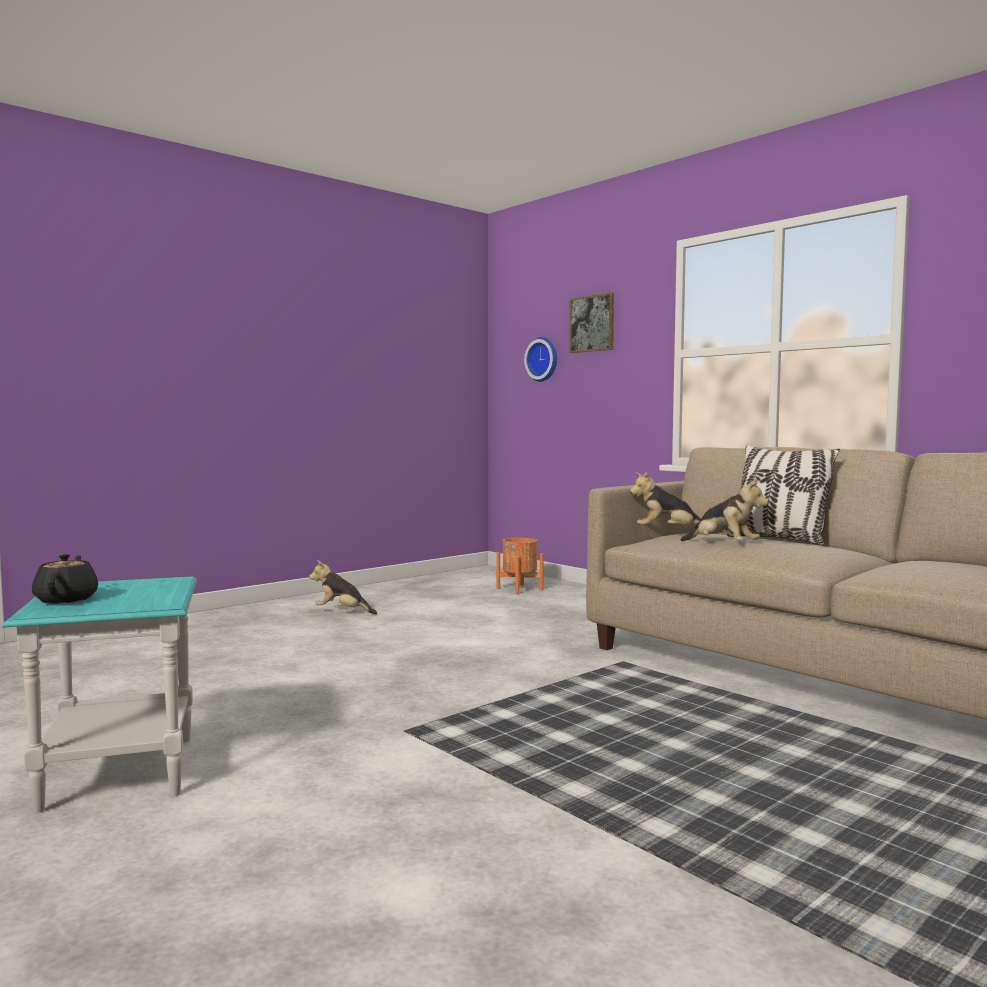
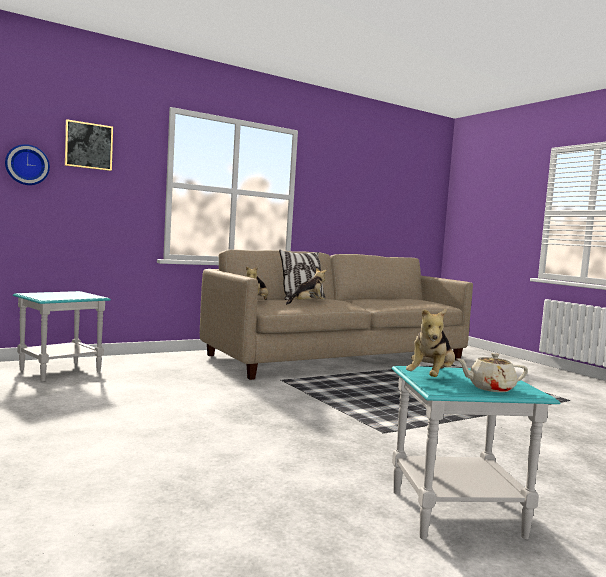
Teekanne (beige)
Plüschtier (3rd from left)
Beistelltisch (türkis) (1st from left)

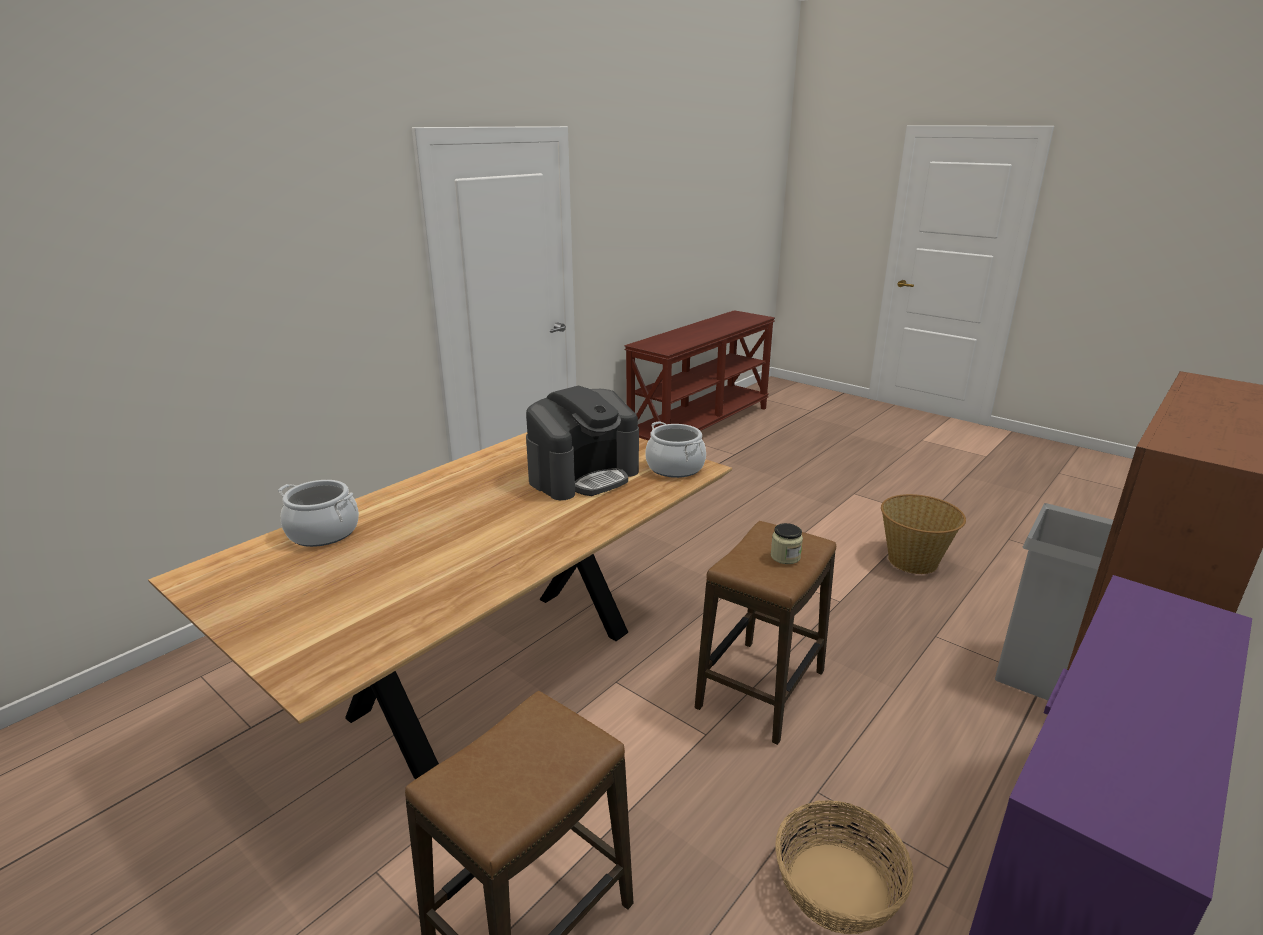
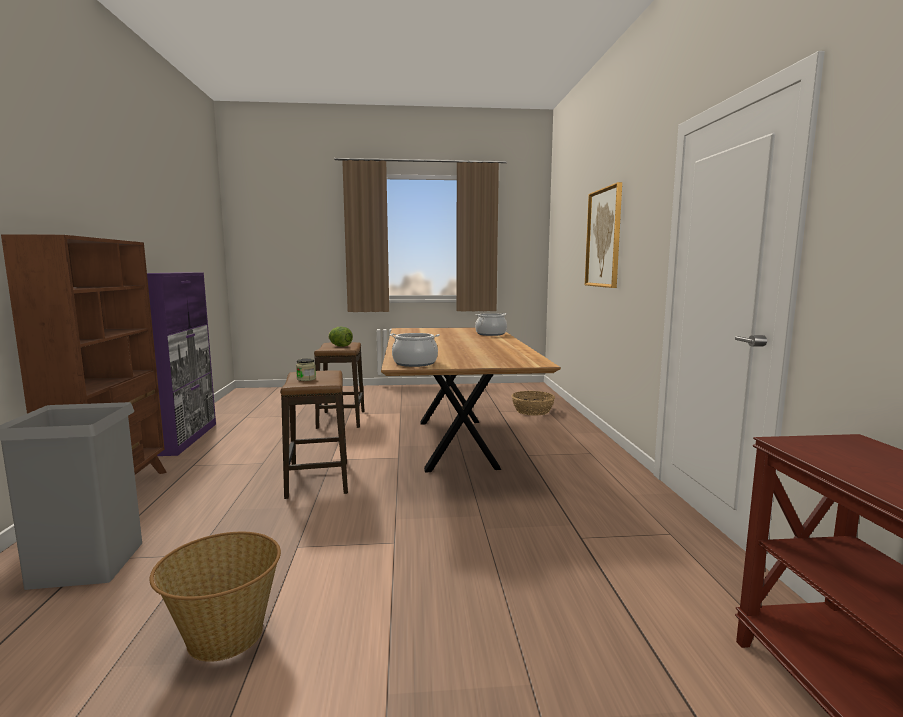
Kaffeemaschine
Korb (2nd from left)
Salatkopf
Bild

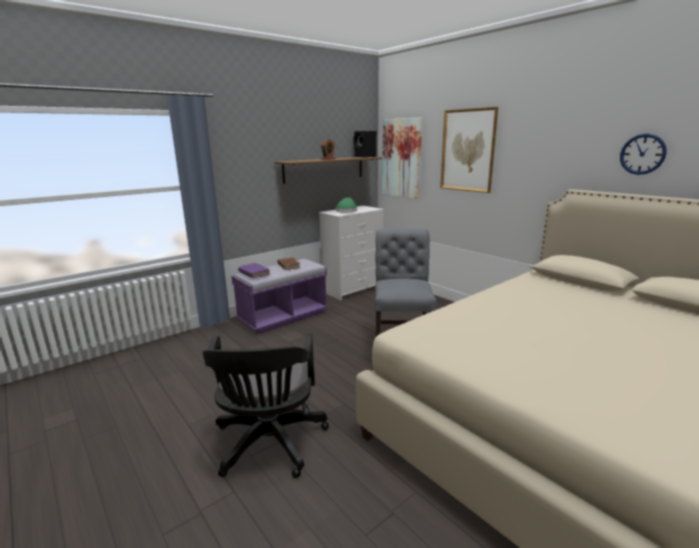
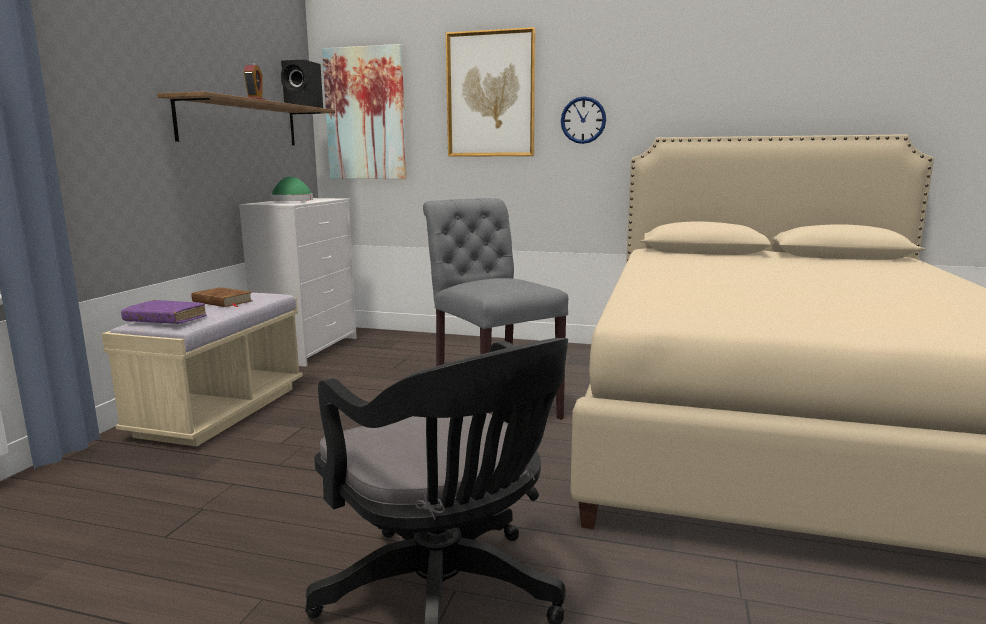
Bank (beige)
Wanduhr

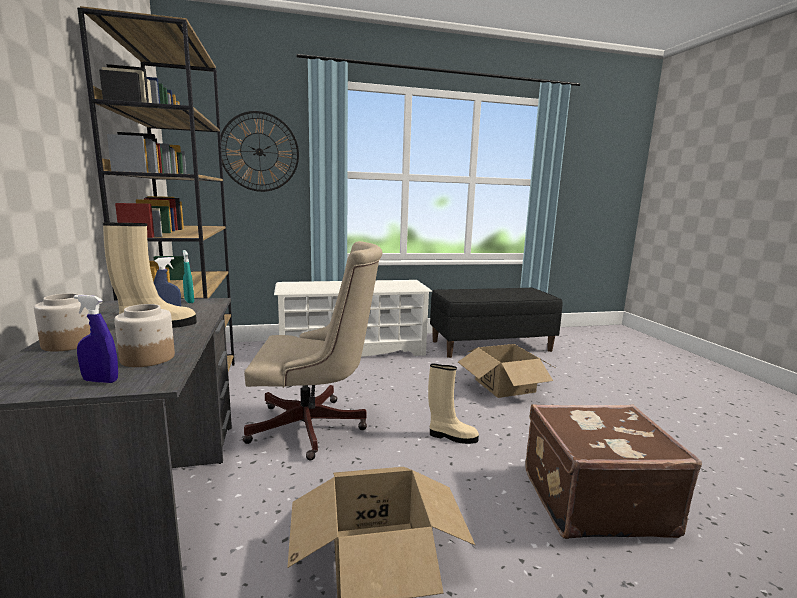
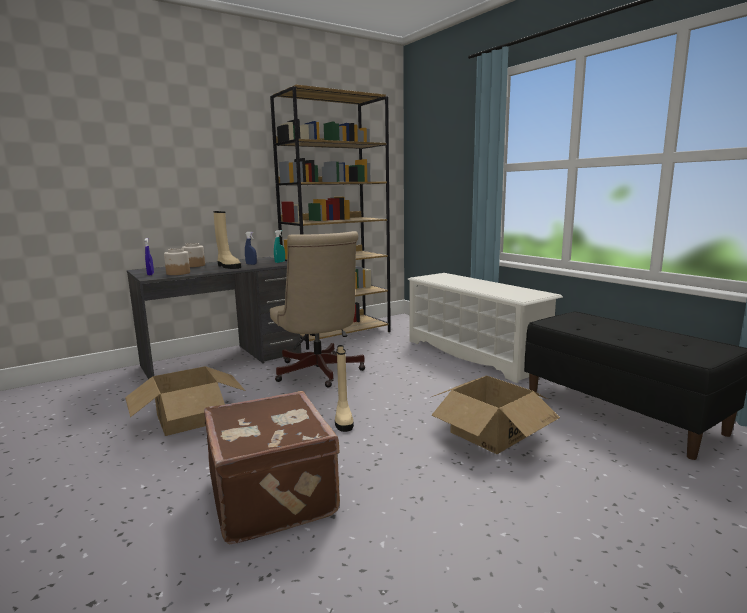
Wanduhr

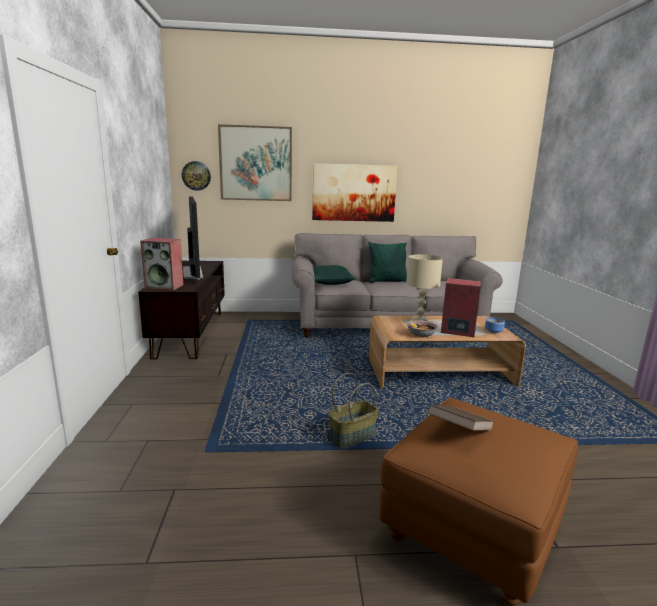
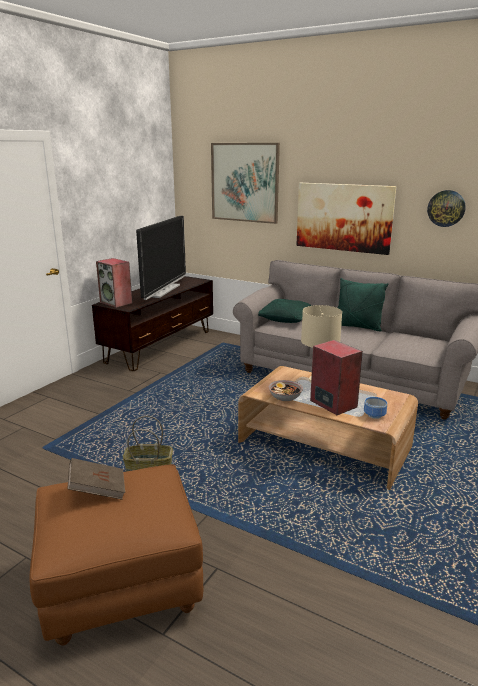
Wanduhr

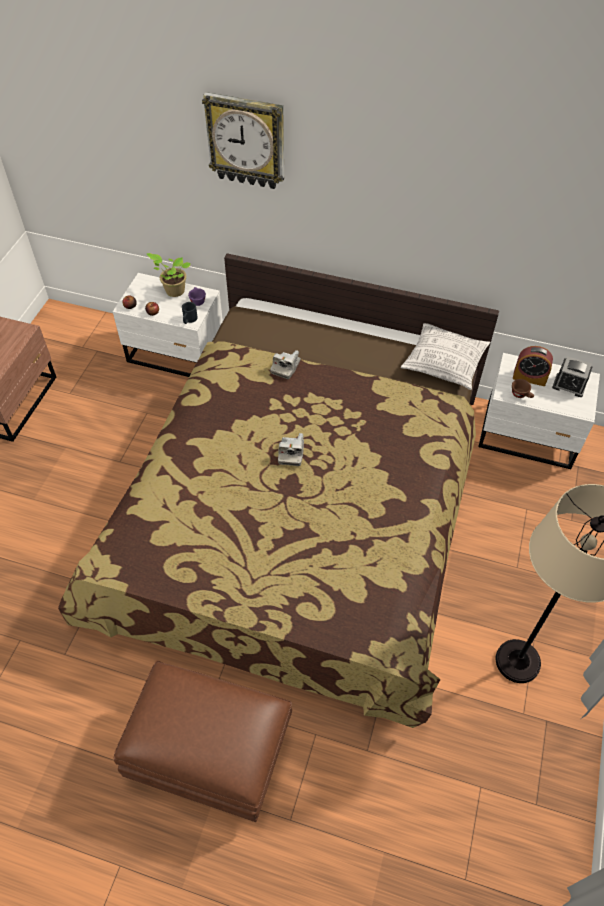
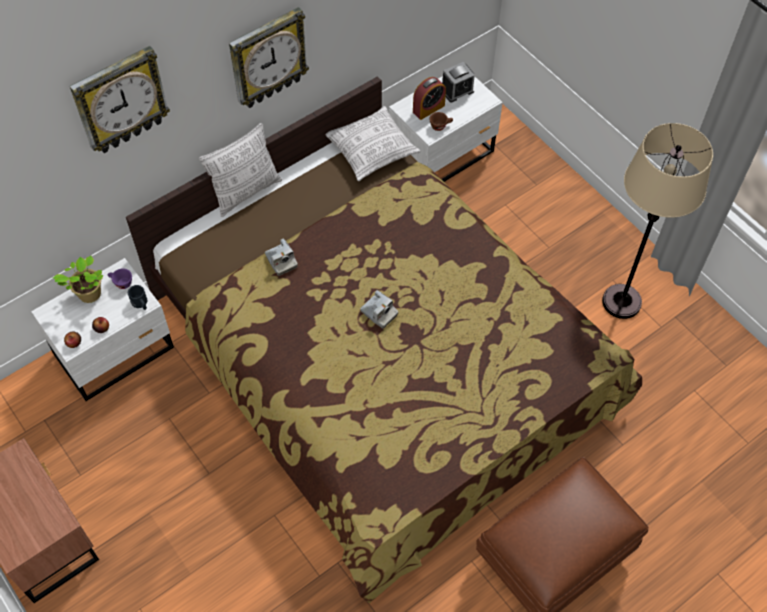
Kissen (1st from left)
Wanduhr (2nd from left)

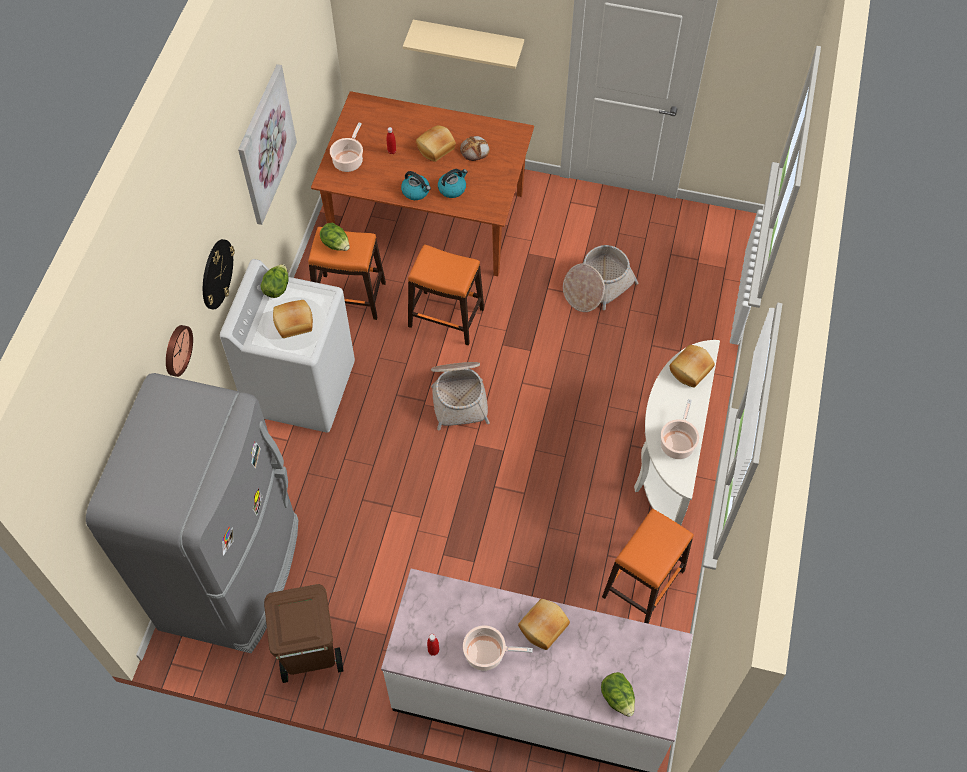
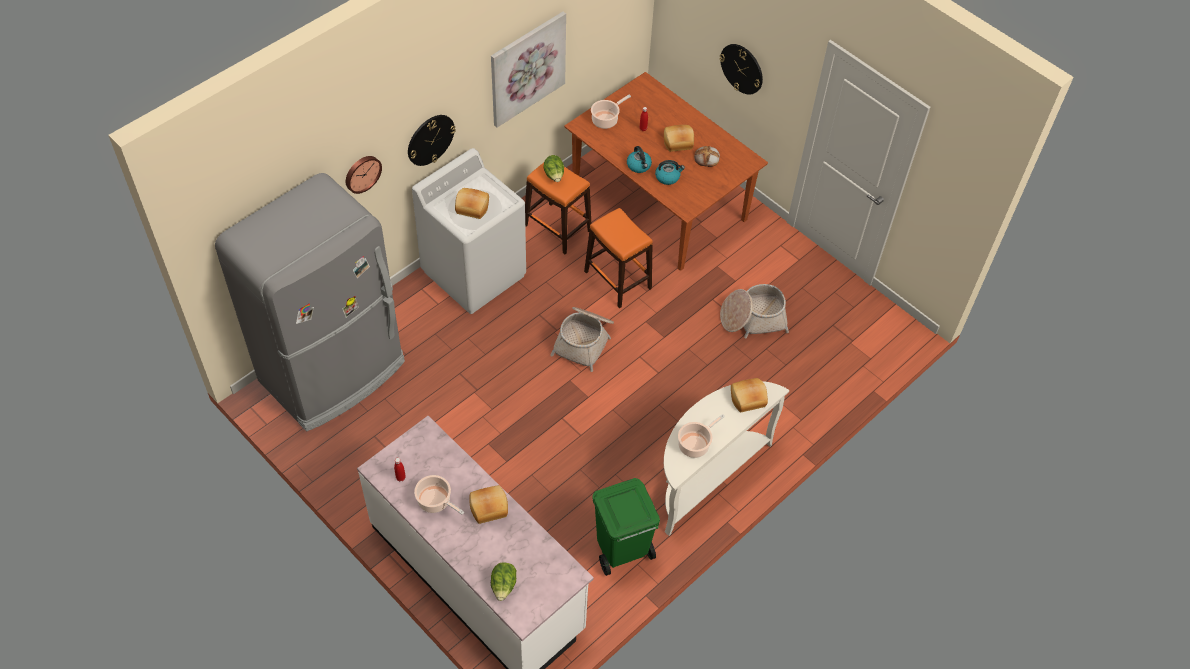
Salatkopf (1st from left in the first image)
Mülleimer (braun)
Wanduhr (3rd from left)
Mülleimer (grün)

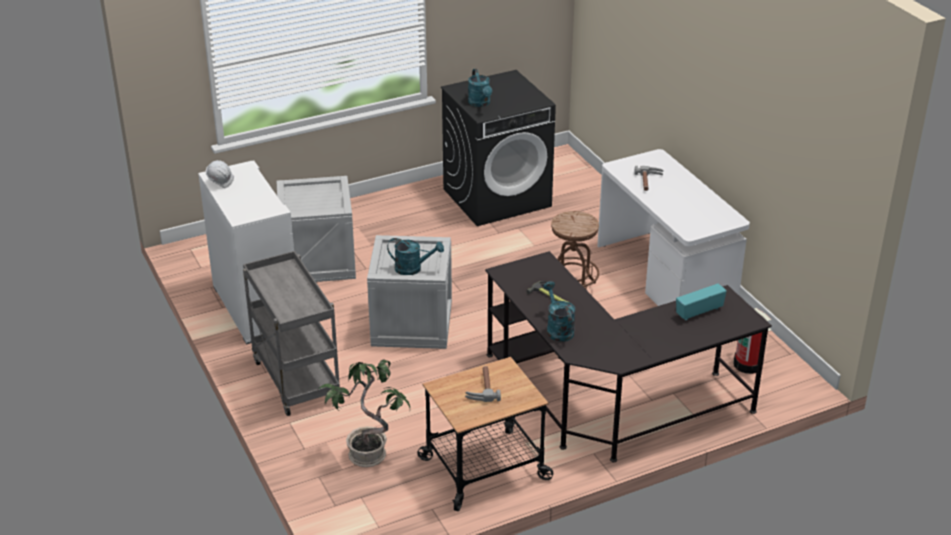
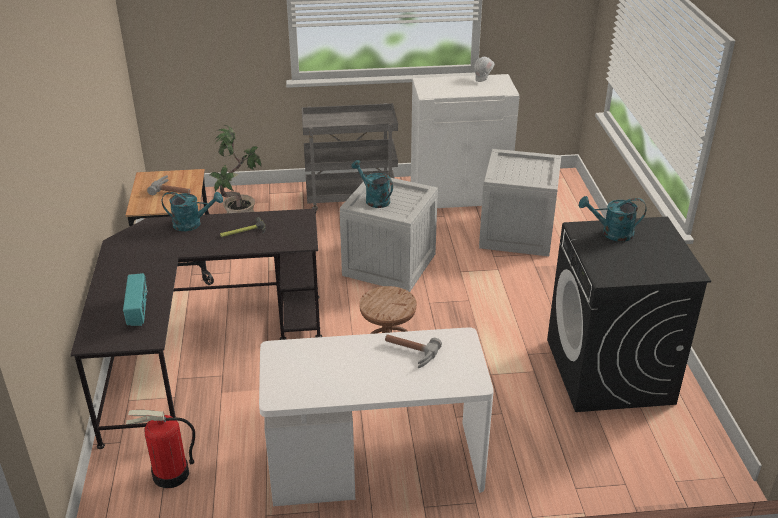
Gießkanne (türkis) (2nd from left)

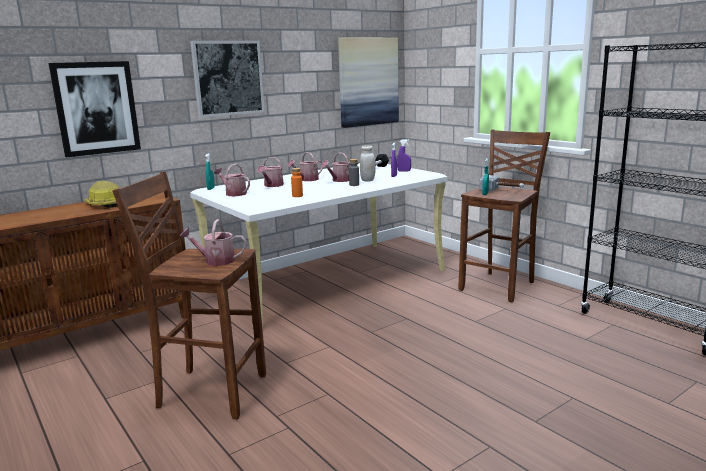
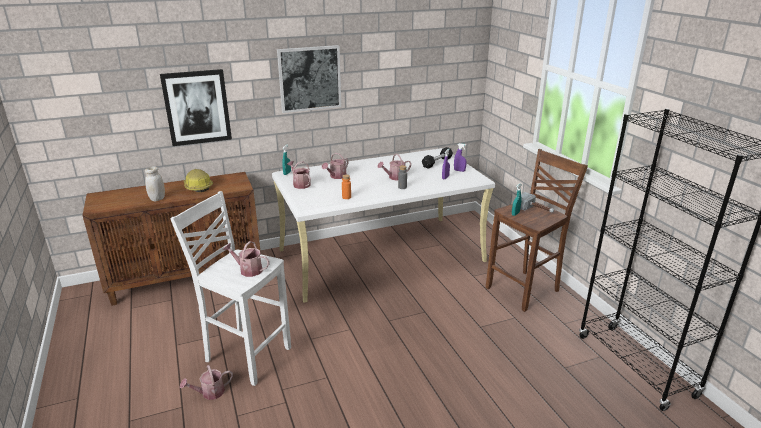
Hocker (weiß)
Gießkanne (1st from left)
Bild (3rd from left in the first image)
Vorratsglas (weiß)

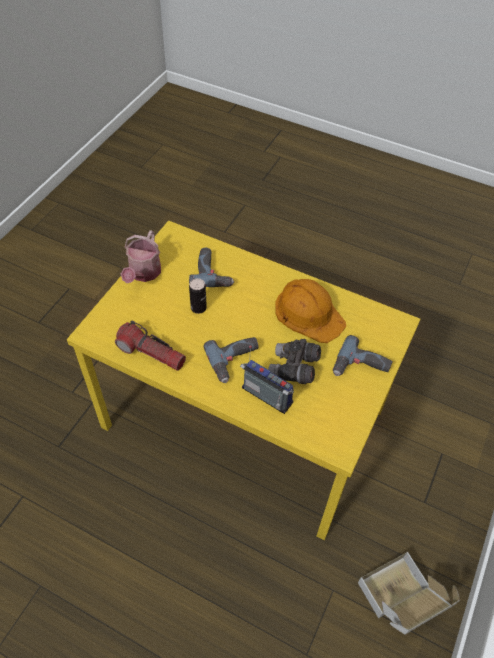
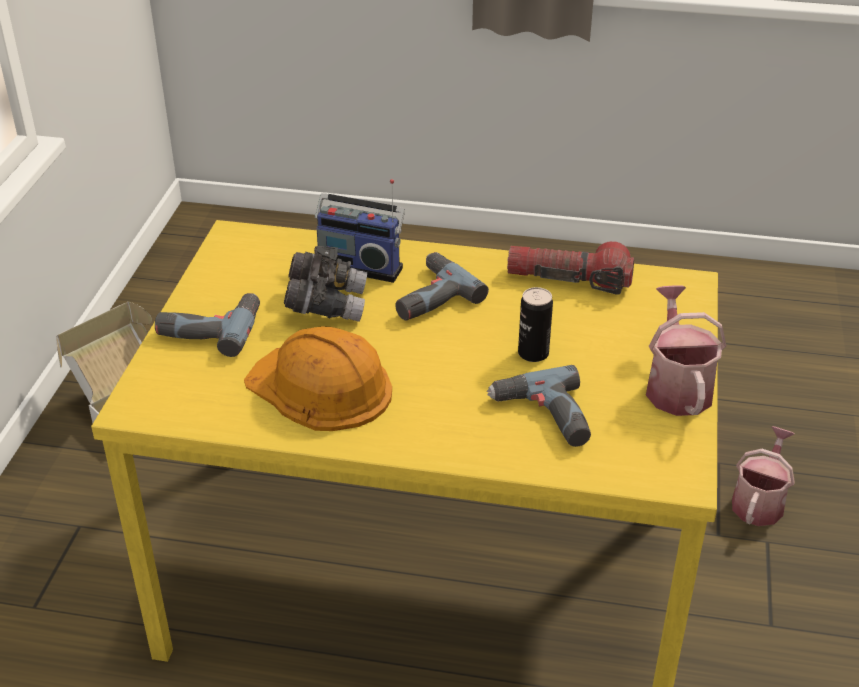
Gießkanne (2nd from left)

